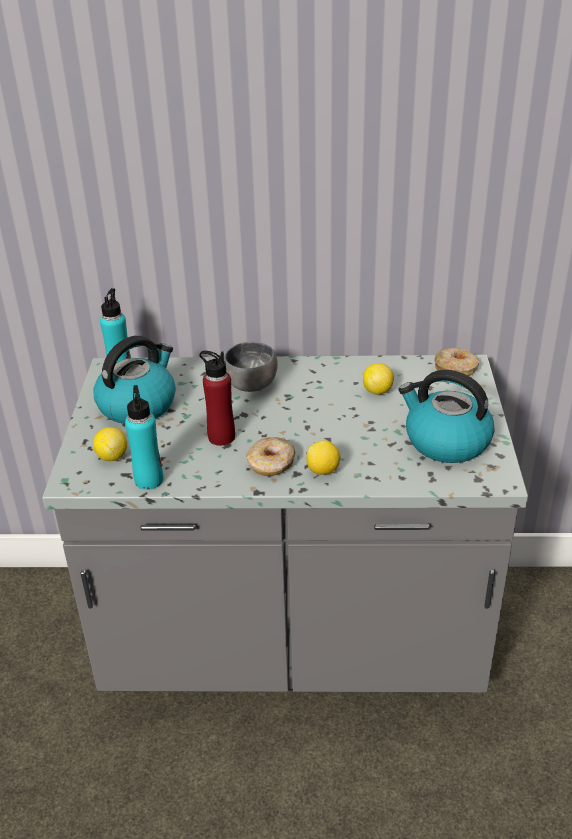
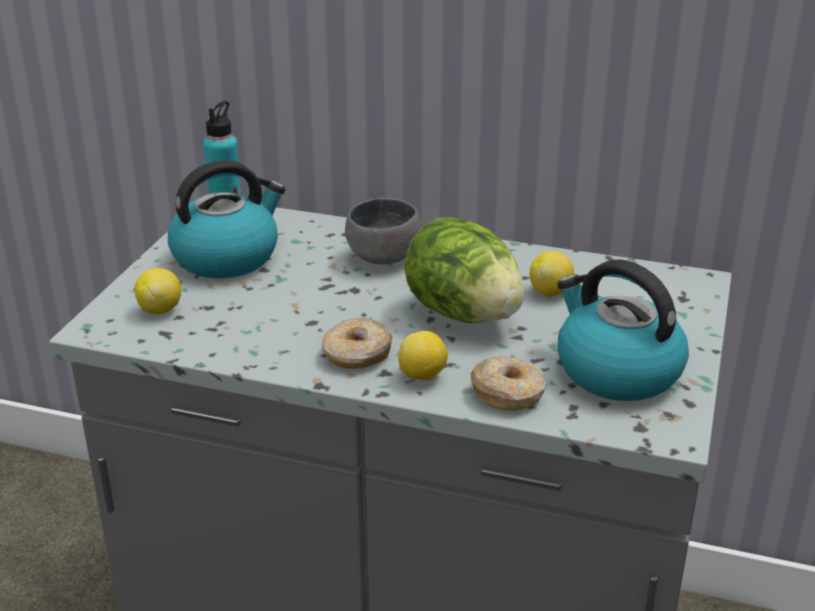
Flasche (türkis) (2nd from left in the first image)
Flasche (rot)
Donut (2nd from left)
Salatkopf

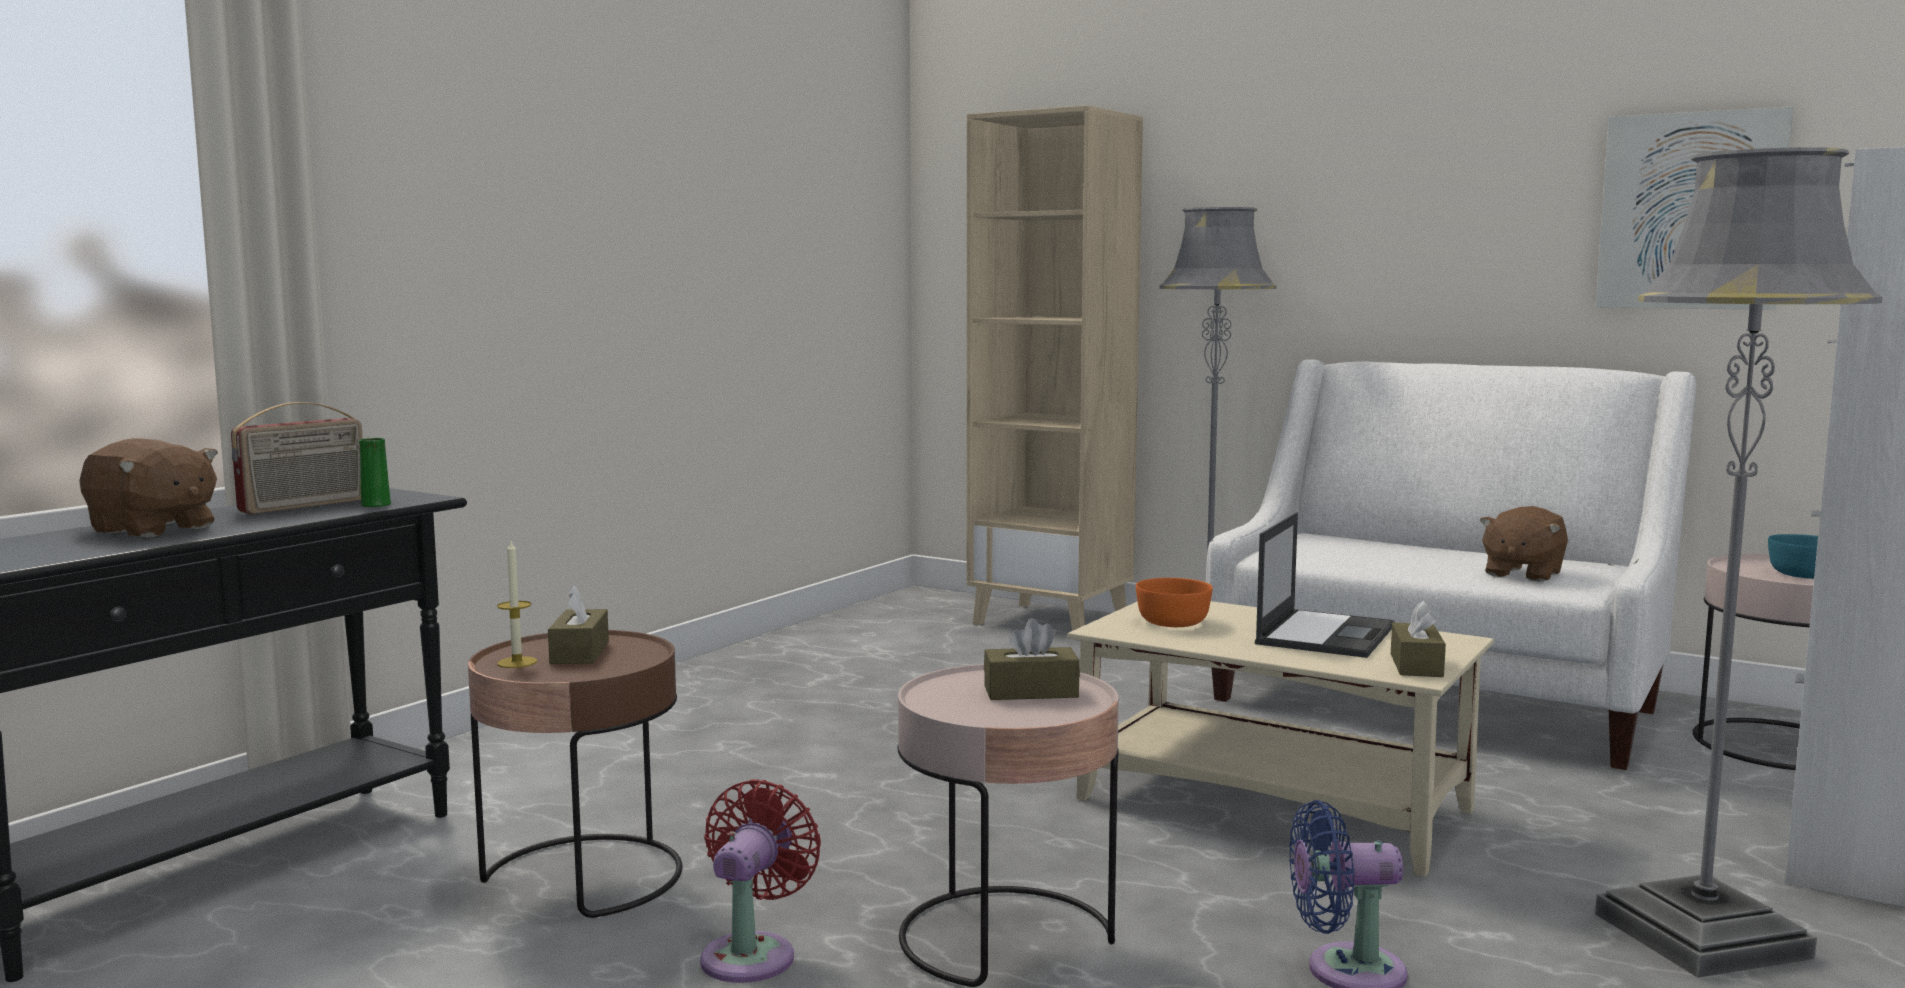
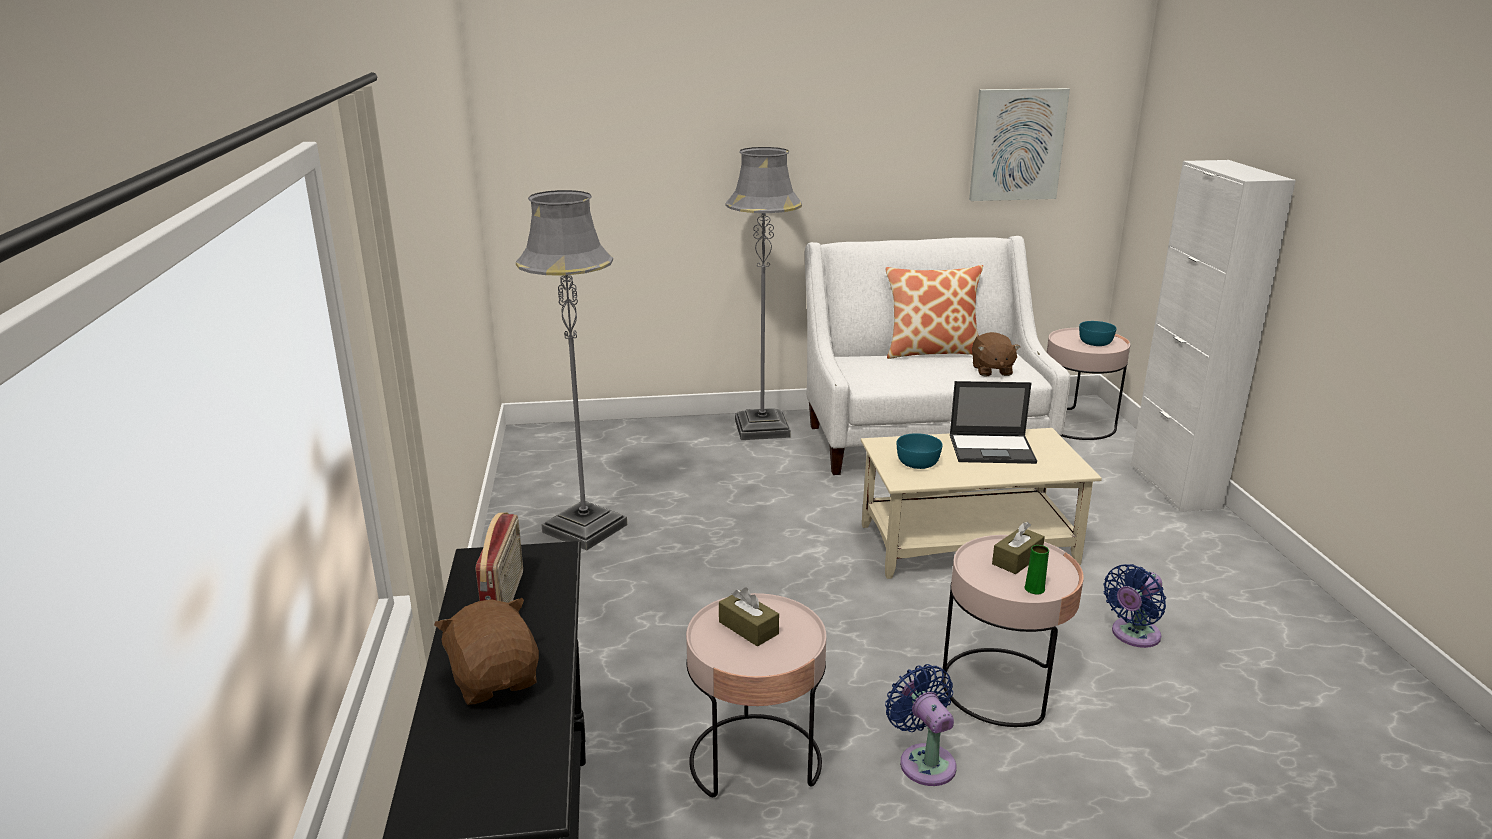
Plüschtier (braun) (1st from left)
Vase (grün)
Beistelltisch (rosa) (1st from left)
Kerze
Ventilator (blau) (1st from left)
Bücherregal (beige)
Schüssel (türkis) (1st from left)
Laptop
Taschentuchbox (braun) (3rd from left in the first image)
Stehlampe (grau) (1st from left)
Kissen

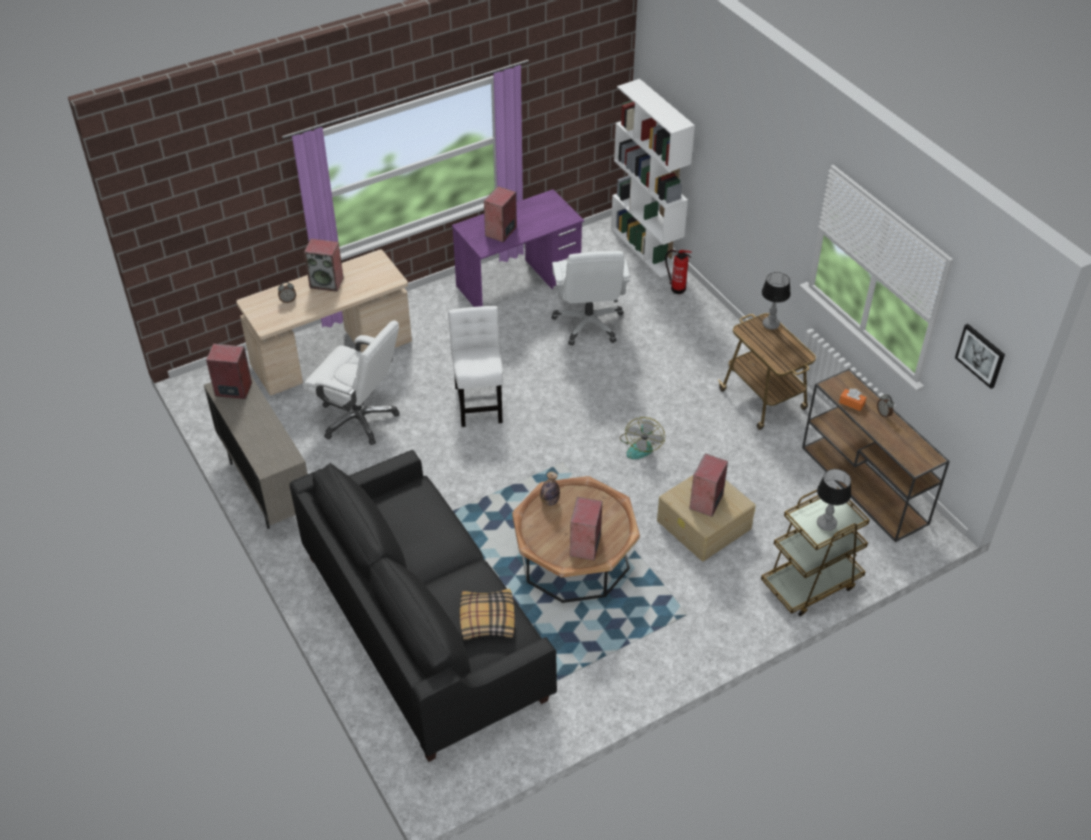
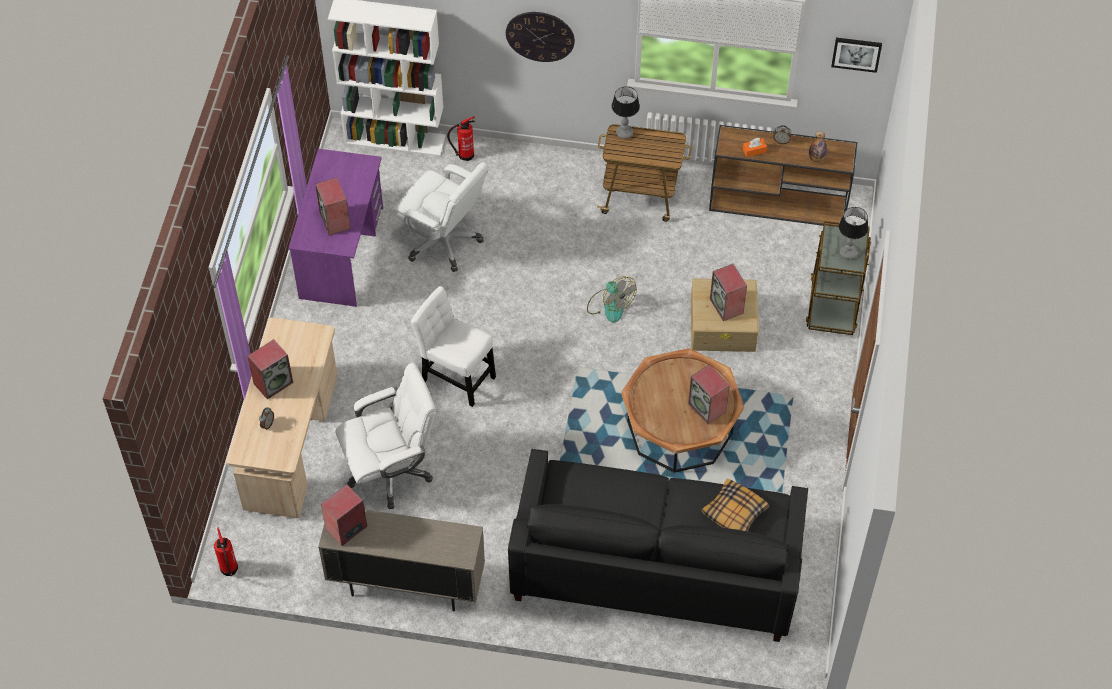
Flasche
Feuerlöscher (1st from left)
Wanduhr

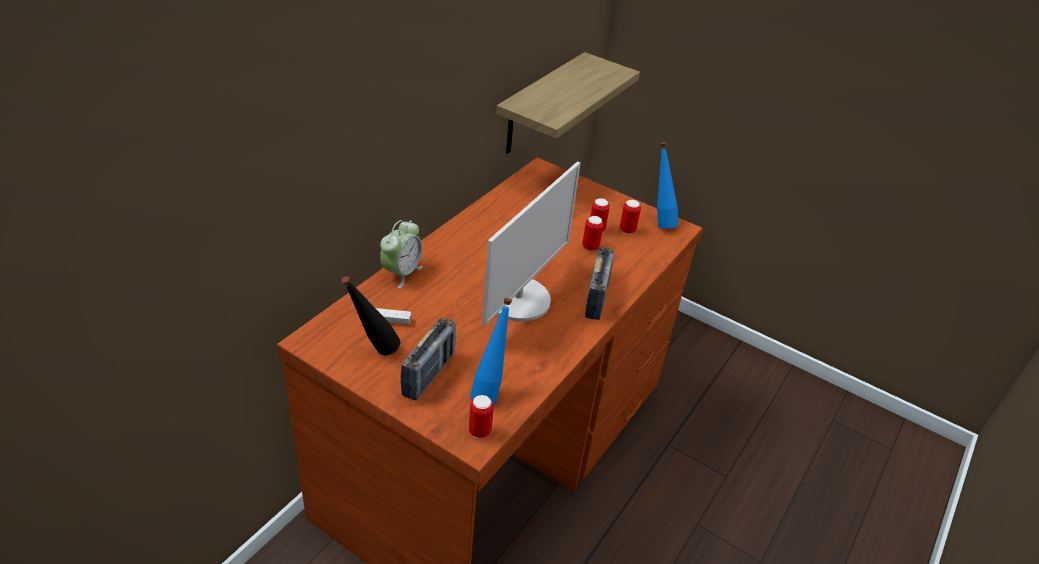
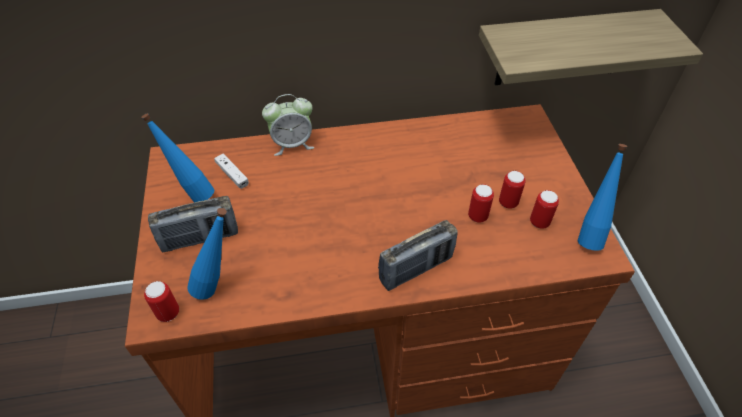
Flasche (blau) (1st from left)
Monitor

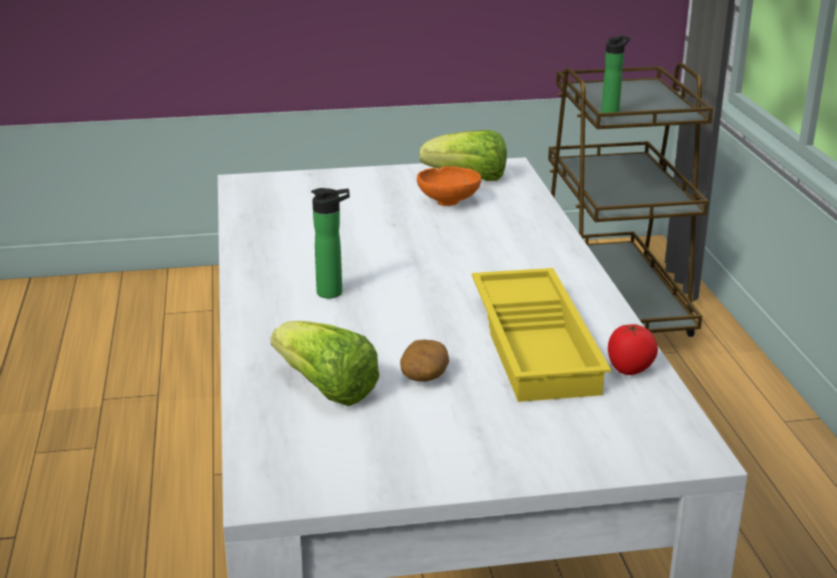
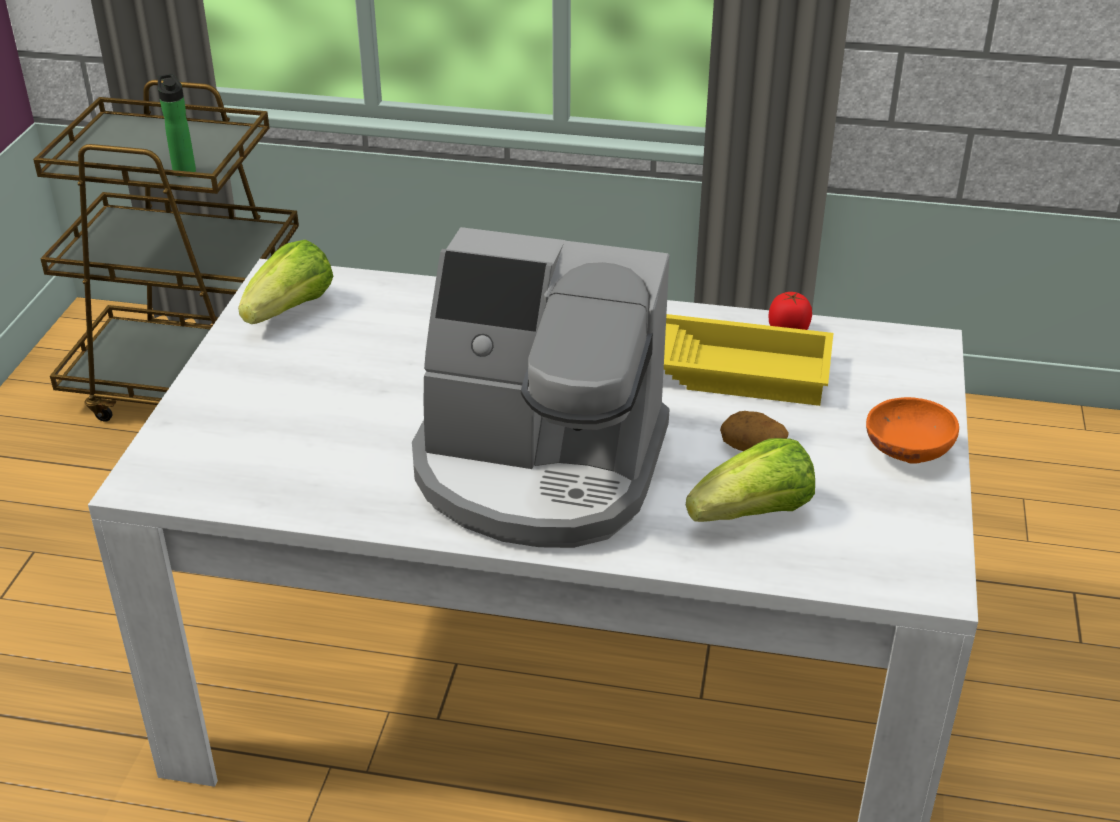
Kaffeemaschine
Schüssel (orange)

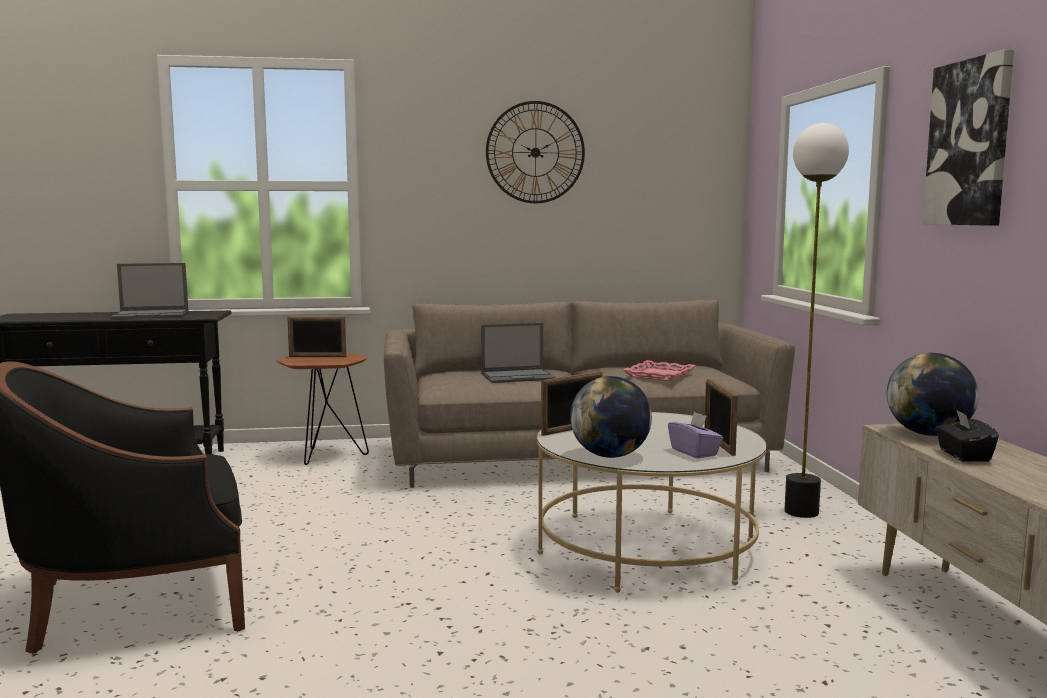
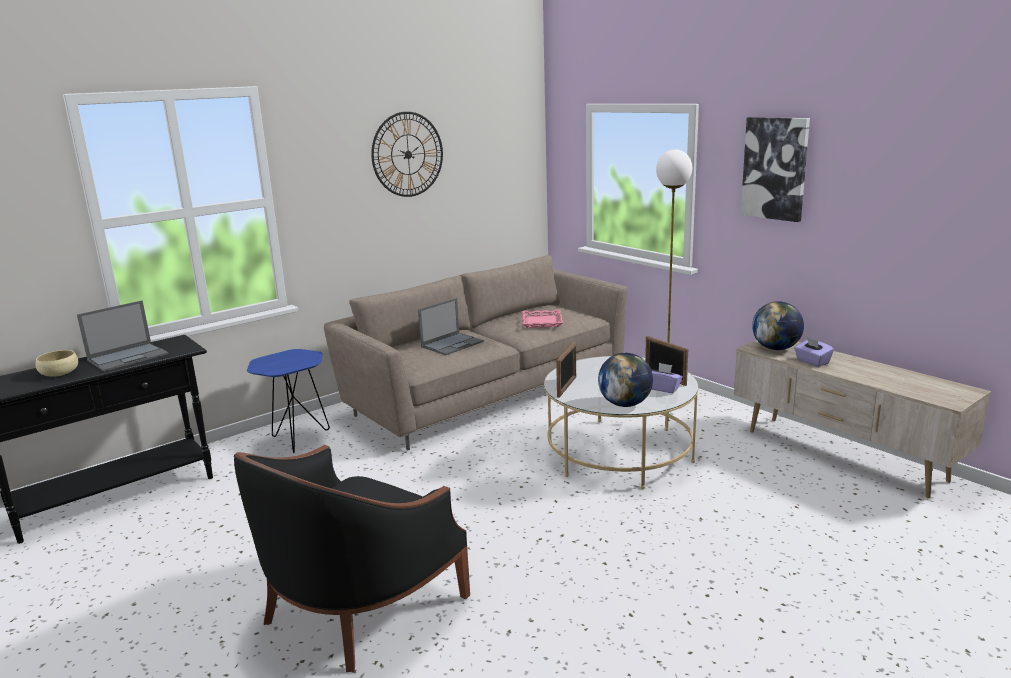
Beistelltisch (blau)
Bilderrahmen (1st from left in the first image)
Taschentuchbox (lila) (2nd from left)
Schüssel (beige)

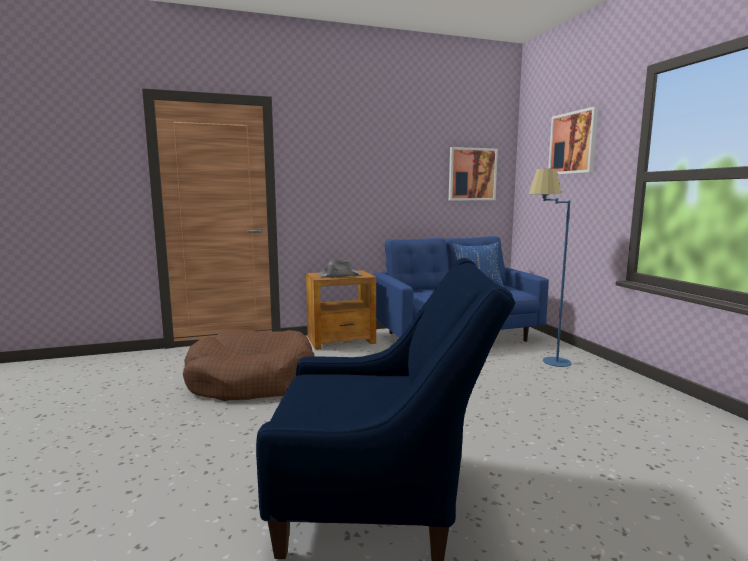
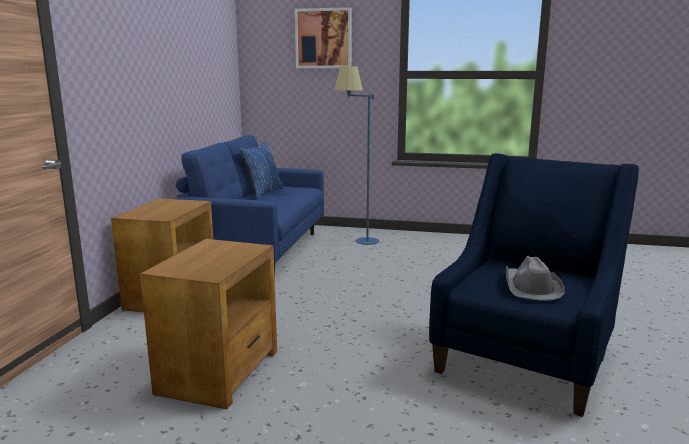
Beistelltisch (braun) (2nd from left)
Hut (grau)
Bild (1st from left in the first image)

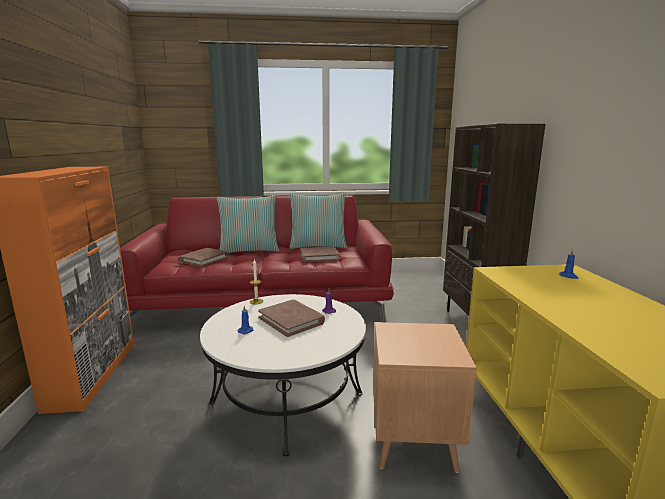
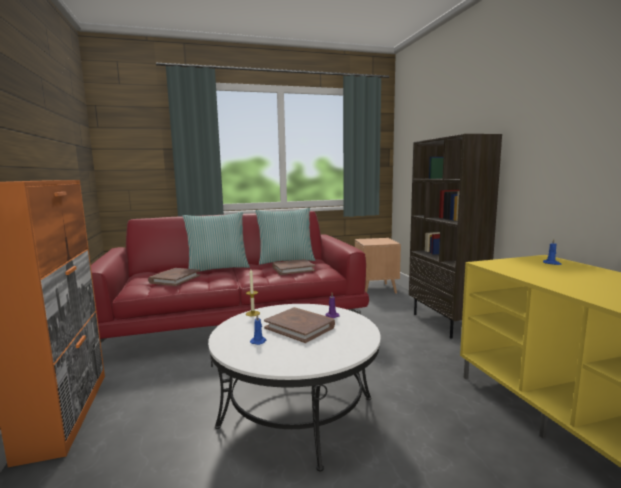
Beistelltisch (braun)

